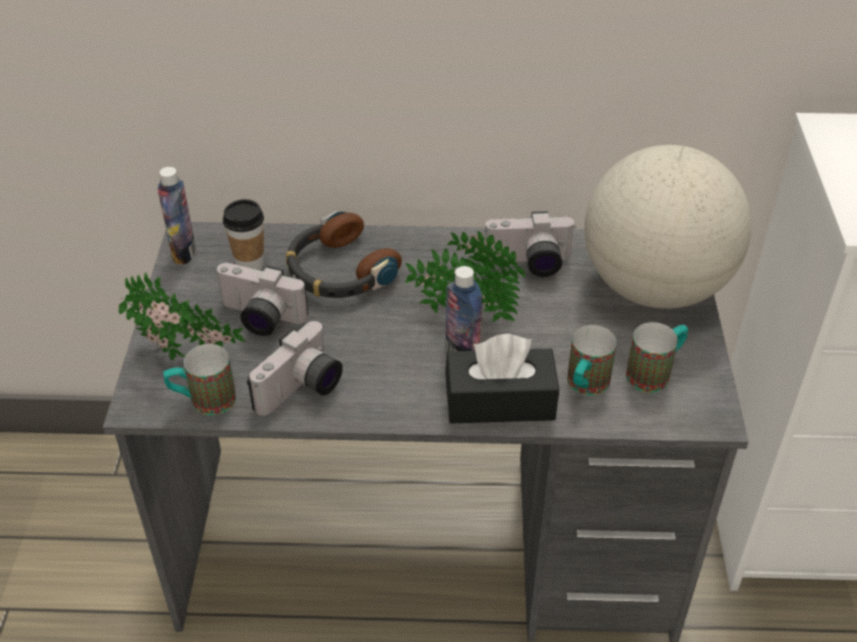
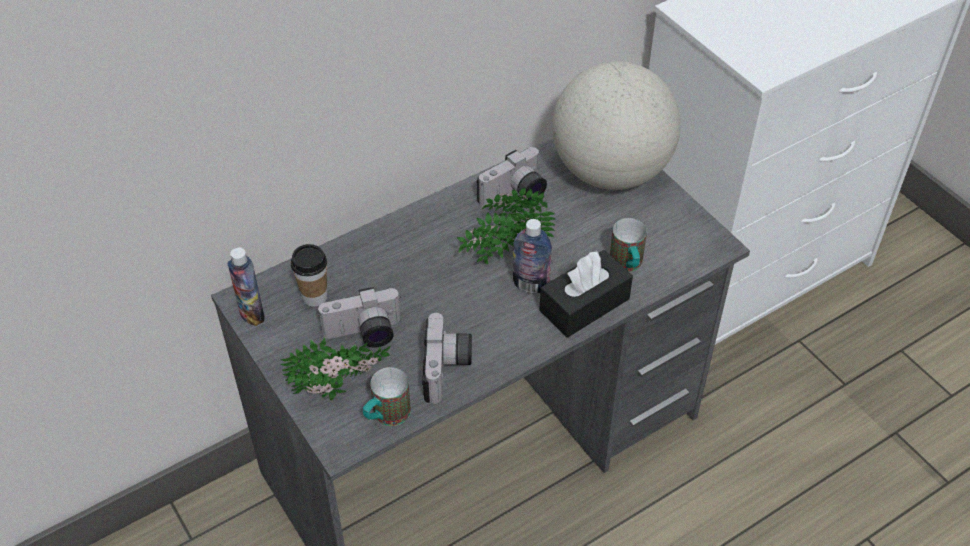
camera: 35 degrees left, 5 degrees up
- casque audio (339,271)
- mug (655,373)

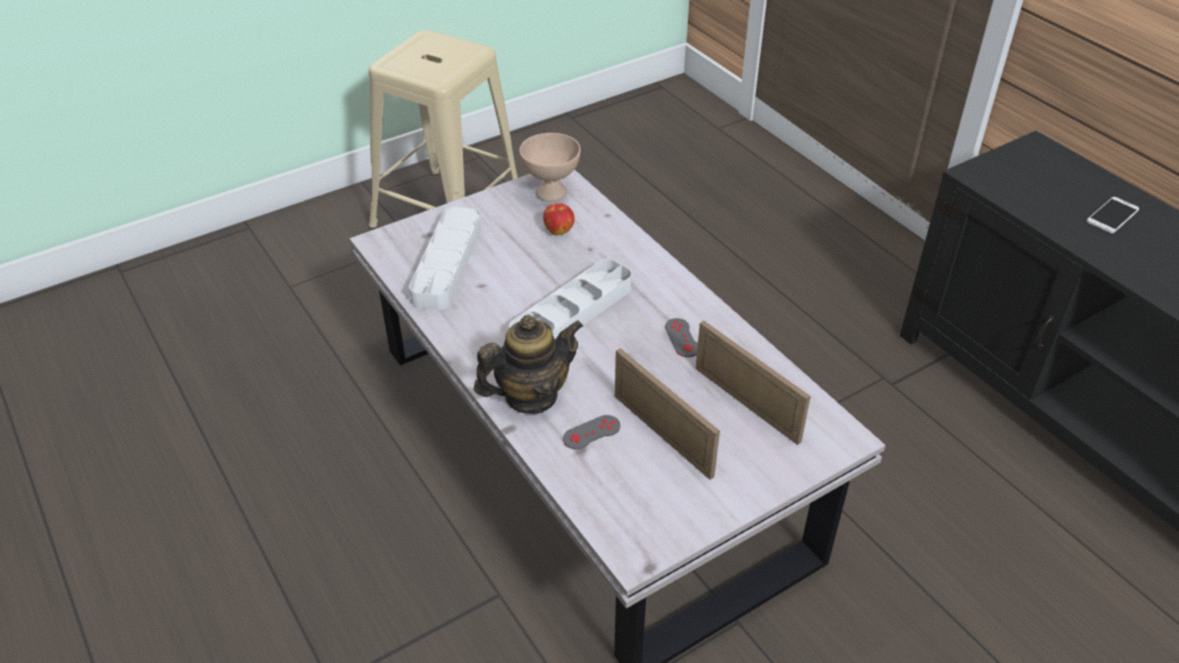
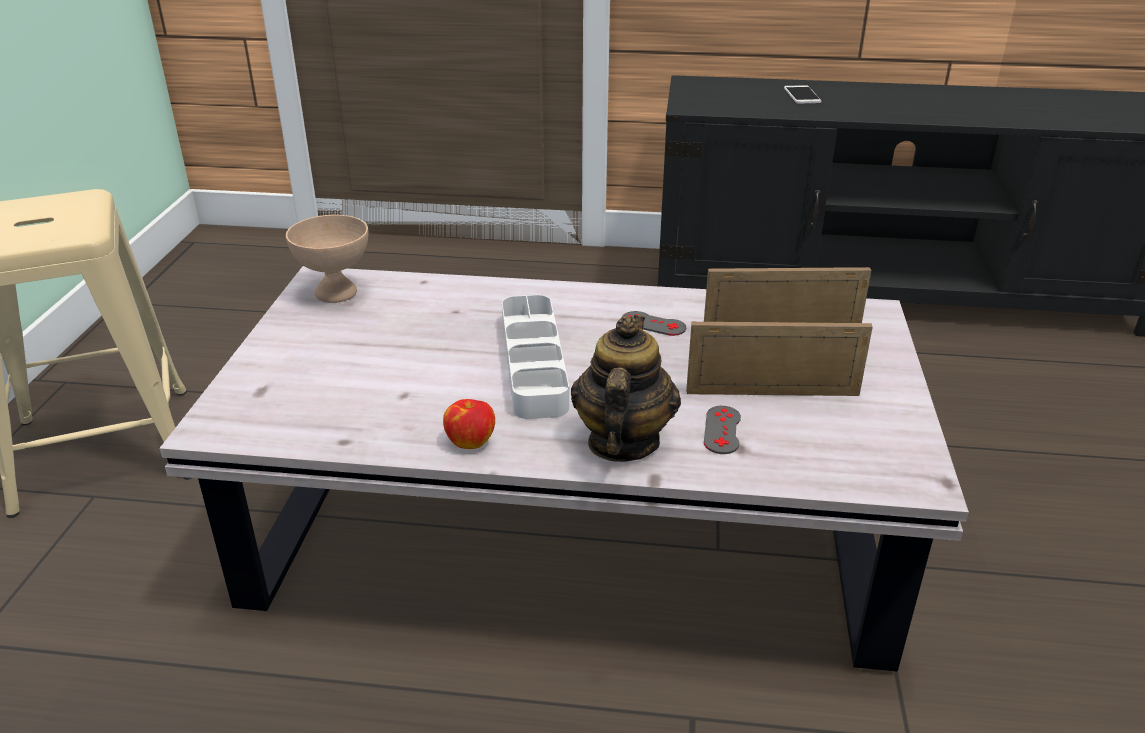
camera: 50 degrees left, 10 degrees down
- plateau [blanc] (447,263)
~ pomme (559,230) to (470,441)

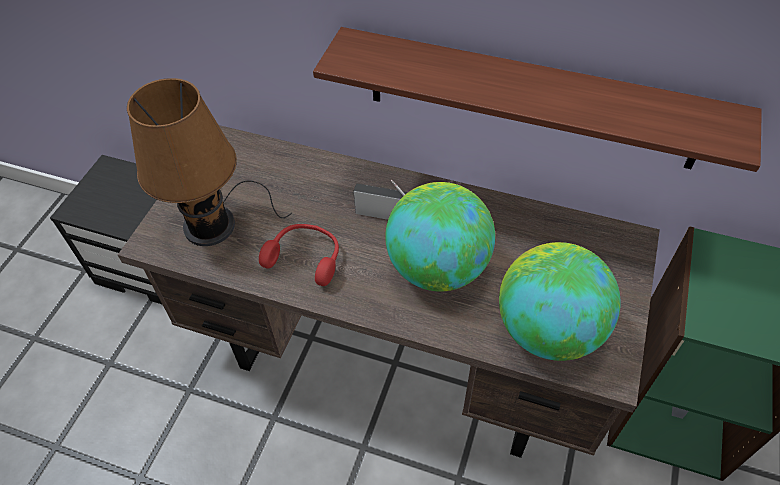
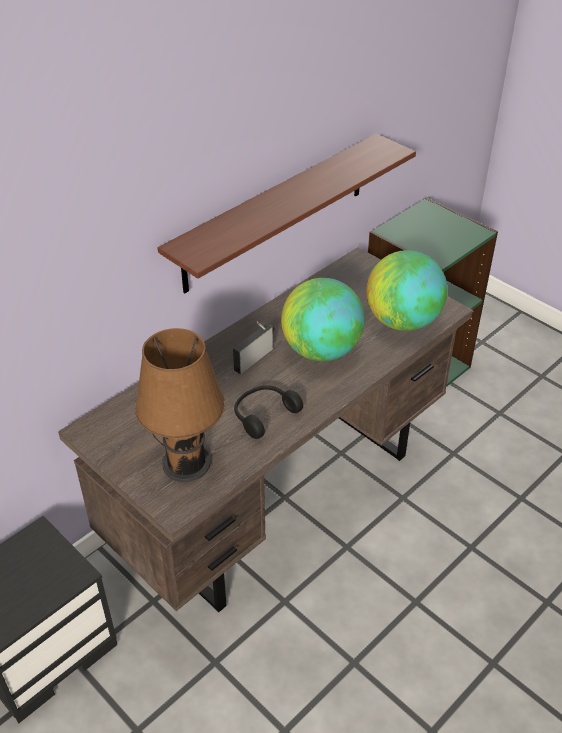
camera: 65 degrees left, 10 degrees down
~ casque audio [rouge] (305,258) to casque audio [noir] (263,414)

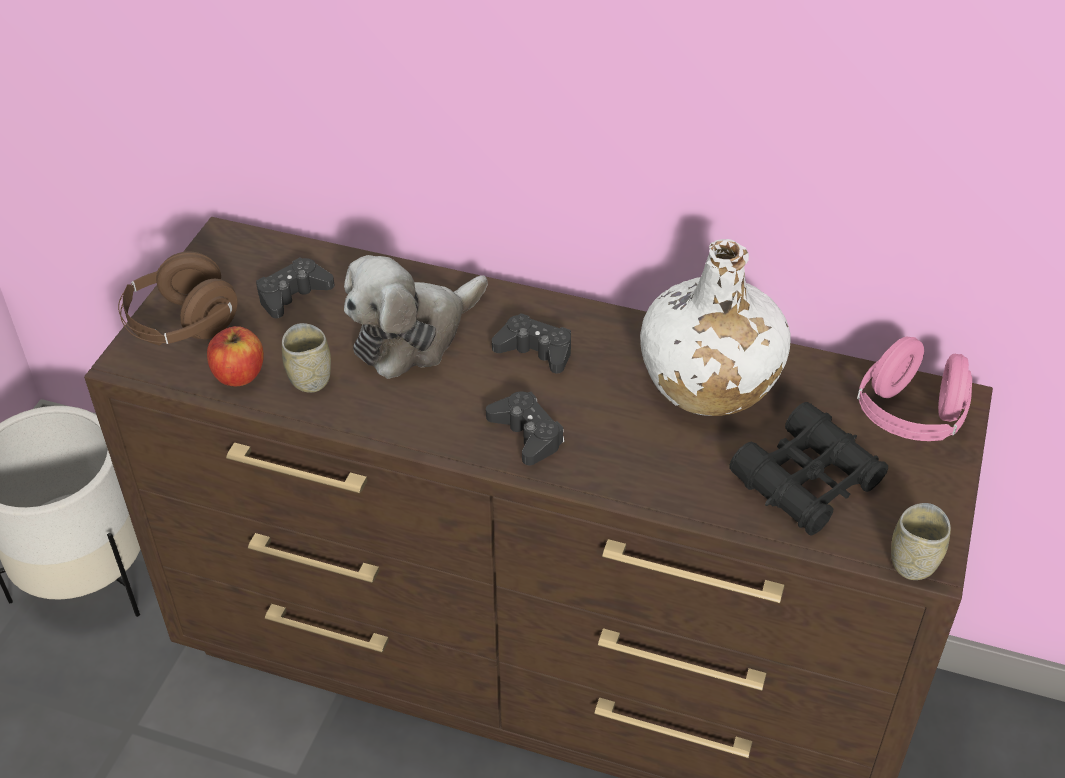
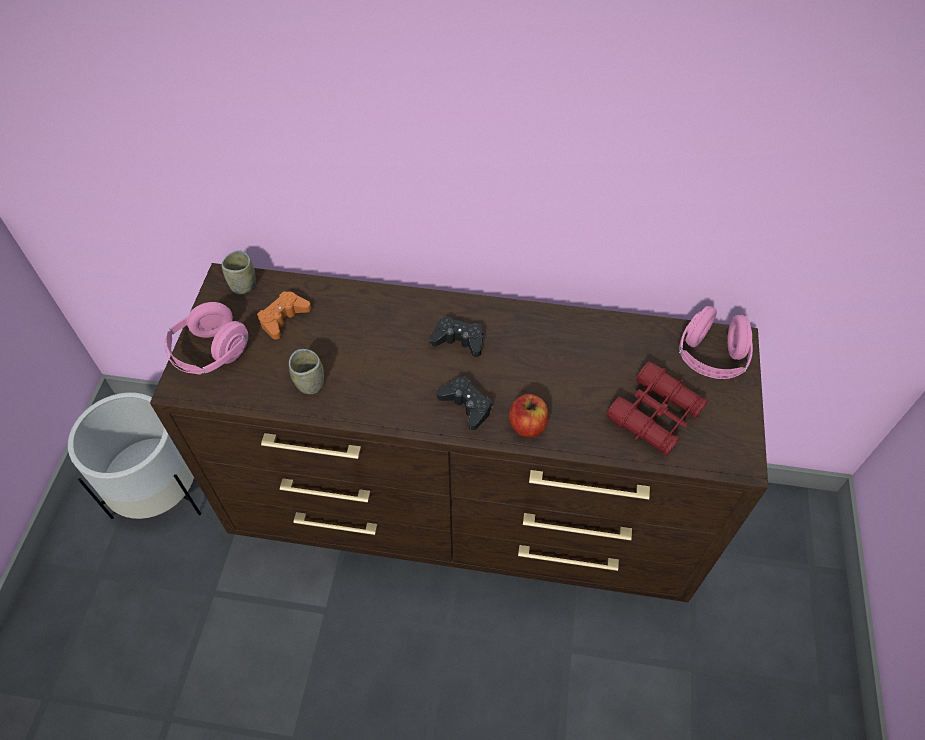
camera: 10 degrees left, 10 degrees up
~ casque audio [marron] (182,326) to casque audio [rose] (210,353)
~ pomme (239,374) to (527,425)
~ manette [noir] (293,295) to manette [orange] (283,318)
- peluche (413,335)
- bouteille [blanc] (708,380)
~ jumelles [noir] (807,481) to jumelles [rouge] (655,415)
~ tasse (913,562) to (243,285)

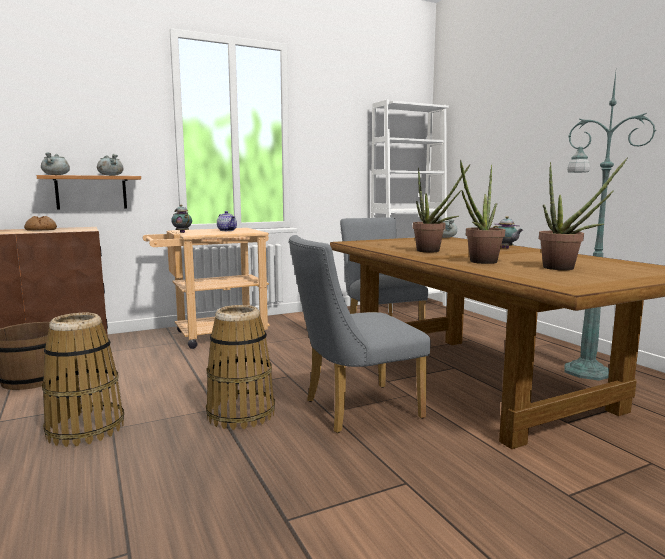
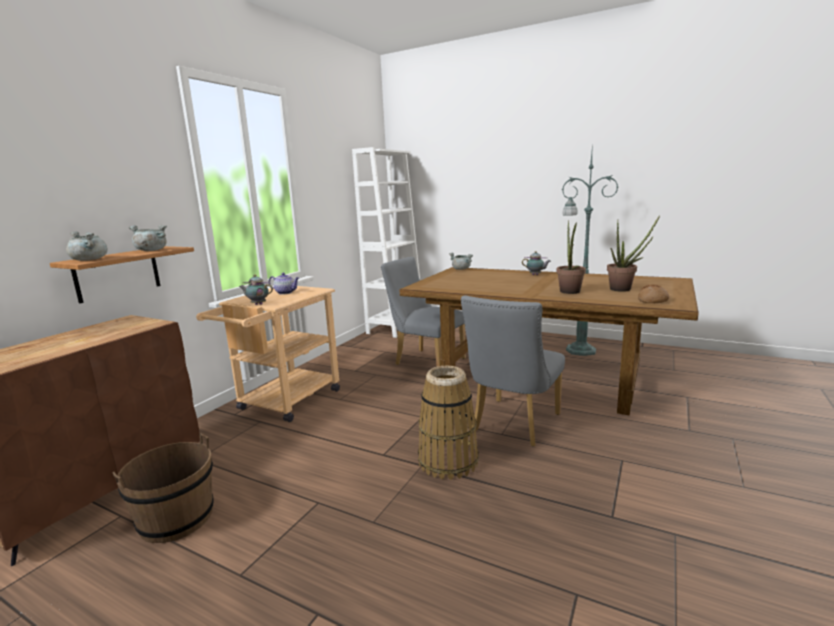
camera: 35 degrees left, 5 degrees up
~ pain (41,230) to (653,300)
- panier (86,428)
- plante en pot (433,251)

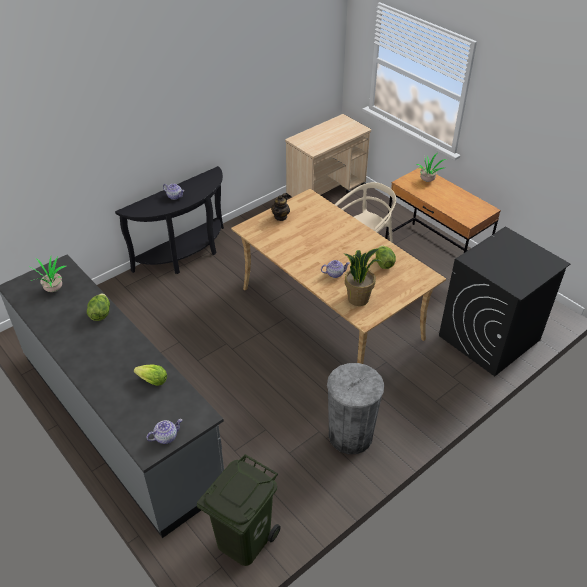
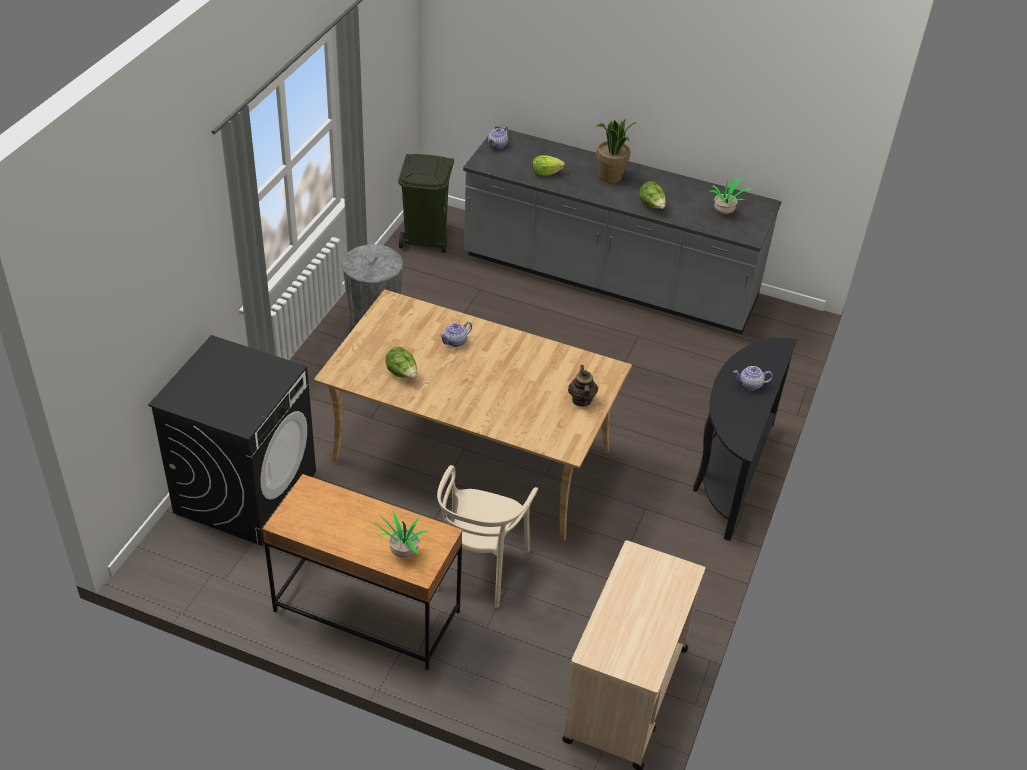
camera: 150 degrees right, 0 degrees up
~ plante en pot (358,298) to (610,177)

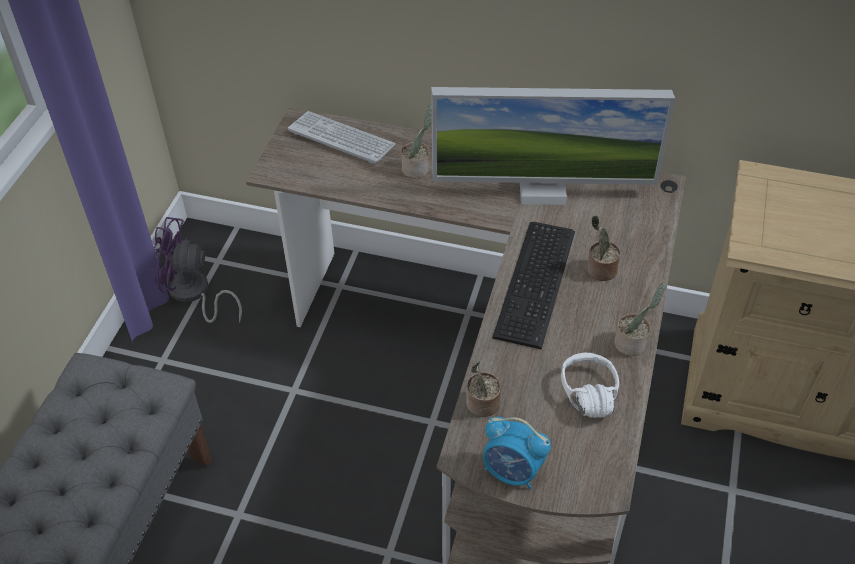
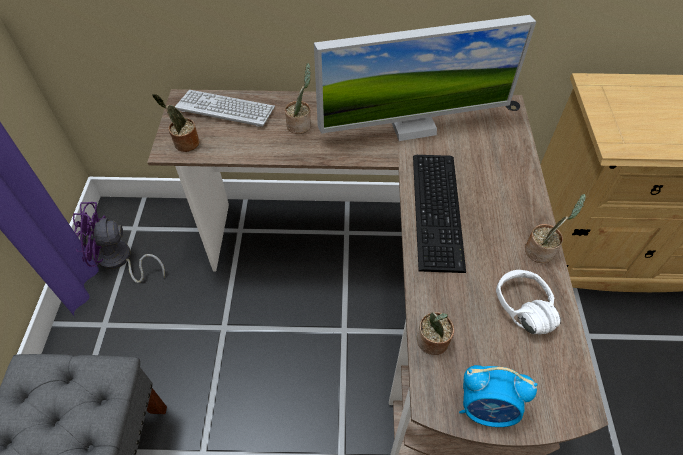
camera: 15 degrees left, 5 degrees up
~ plante en pot (599,270) to (185,143)

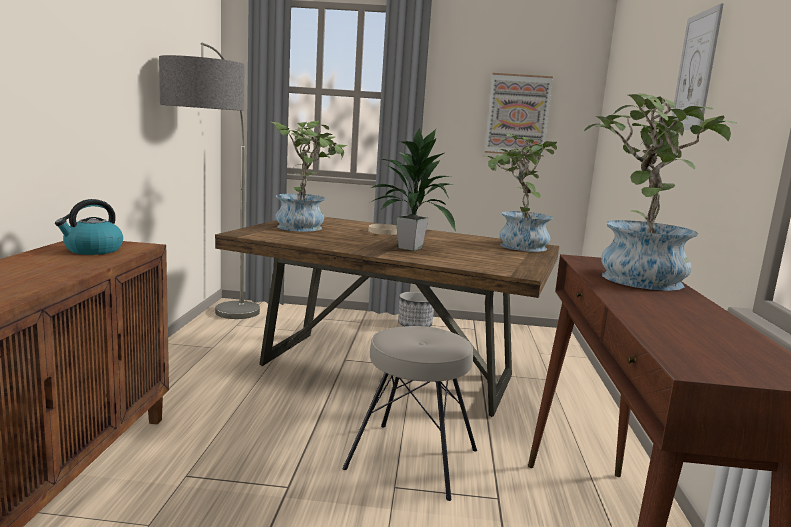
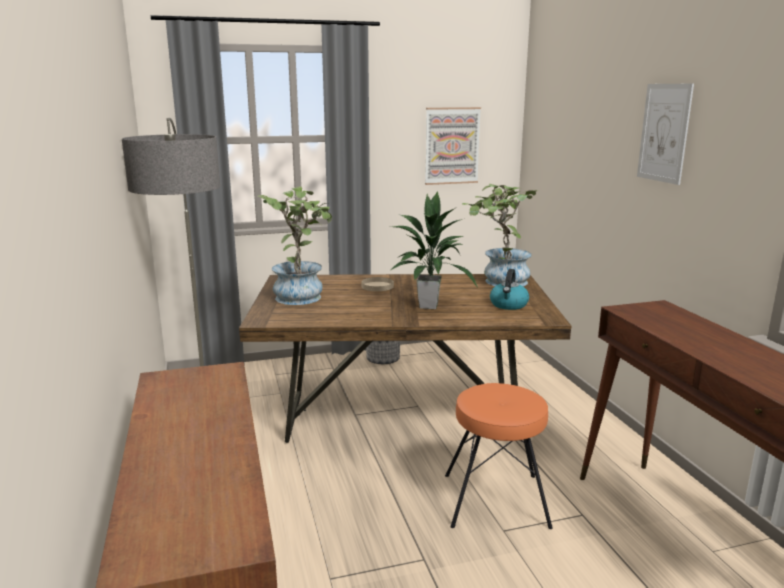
camera: 20 degrees left, 5 degrees up
~ bouilloire (93,250) to (509,305)
~ tabouret [beige] (412,460) to tabouret [orange] (495,501)
- plante en pot (636,276)

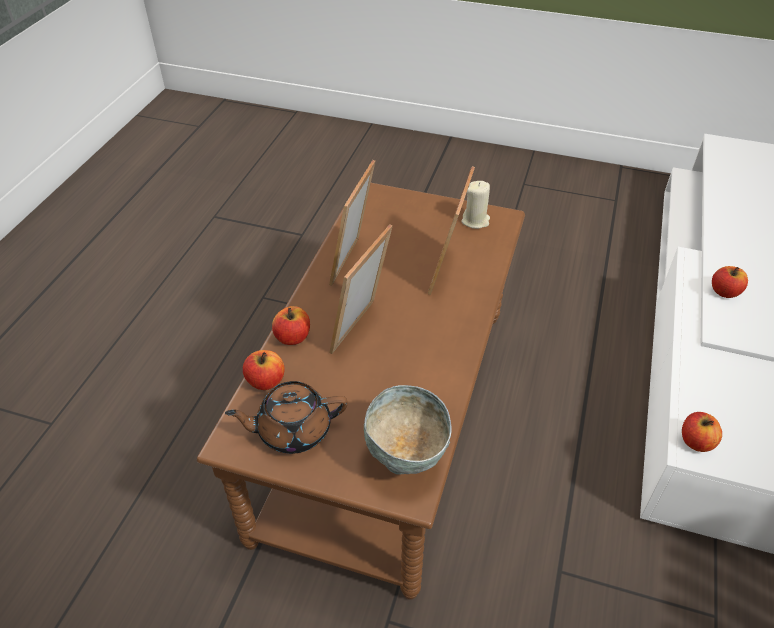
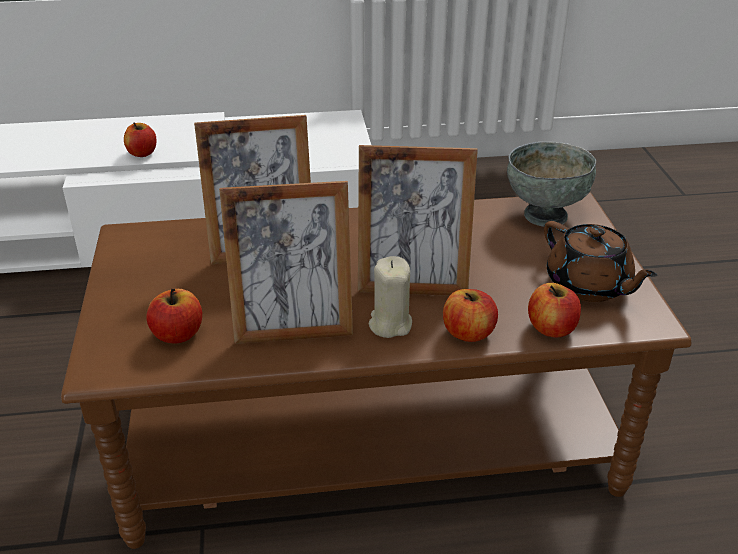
camera: 115 degrees left, 10 degrees down
~ bougie [beige] (475,221) to (390,324)
~ pomme (696,441) to (178,334)

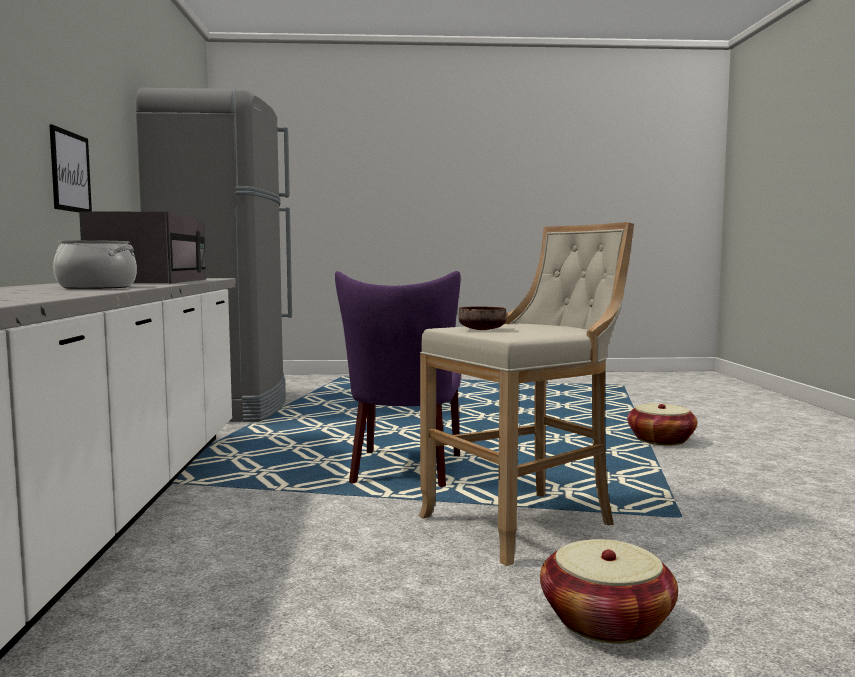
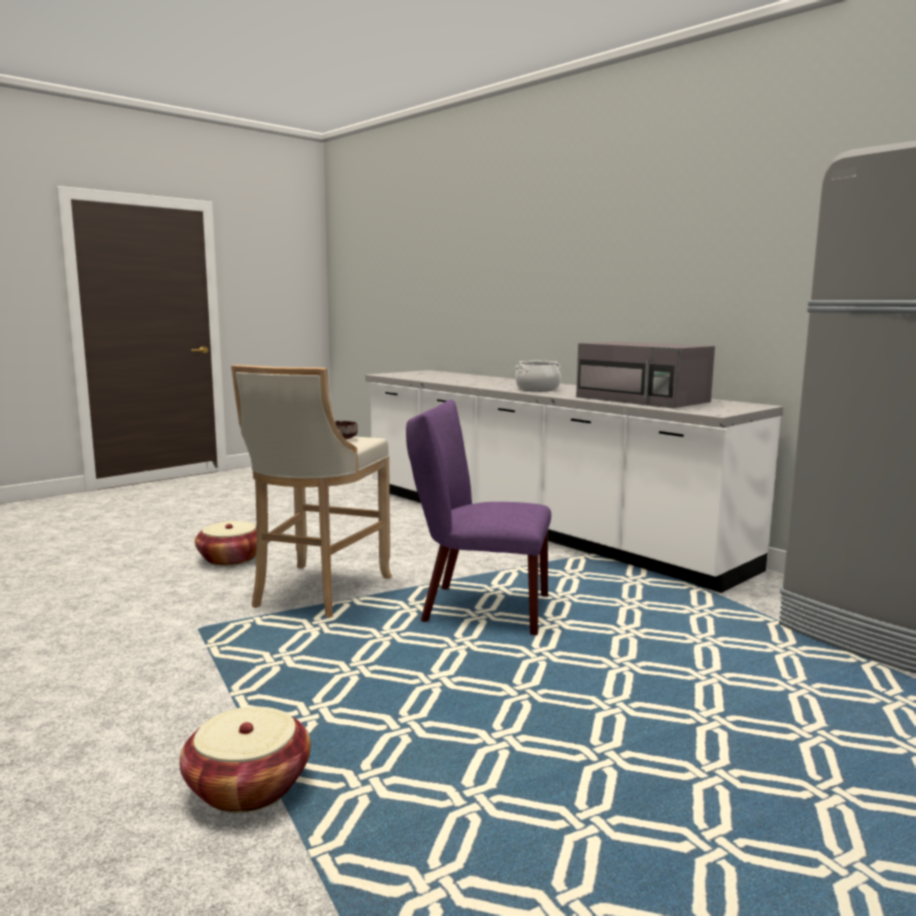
camera: 140 degrees right, 5 degrees up
- tableau (70,172)
~ chaise [violet] (404,471) = (477,608) 45 degrees counterclockwise

